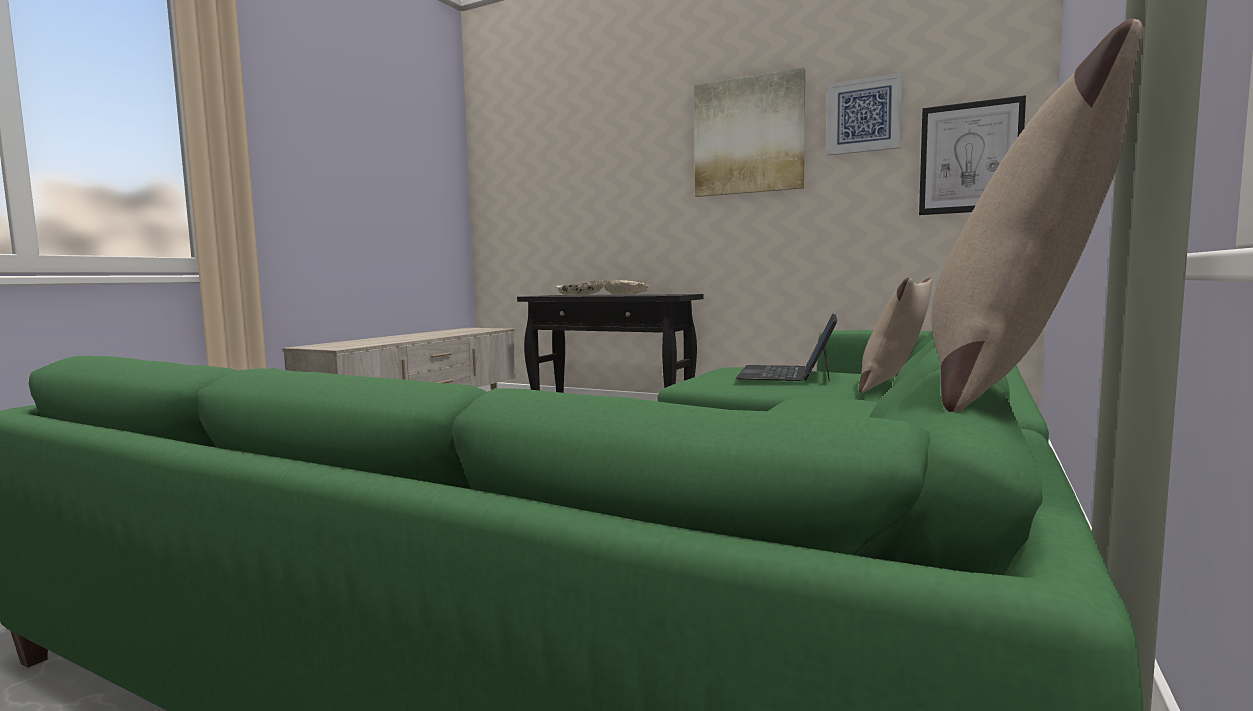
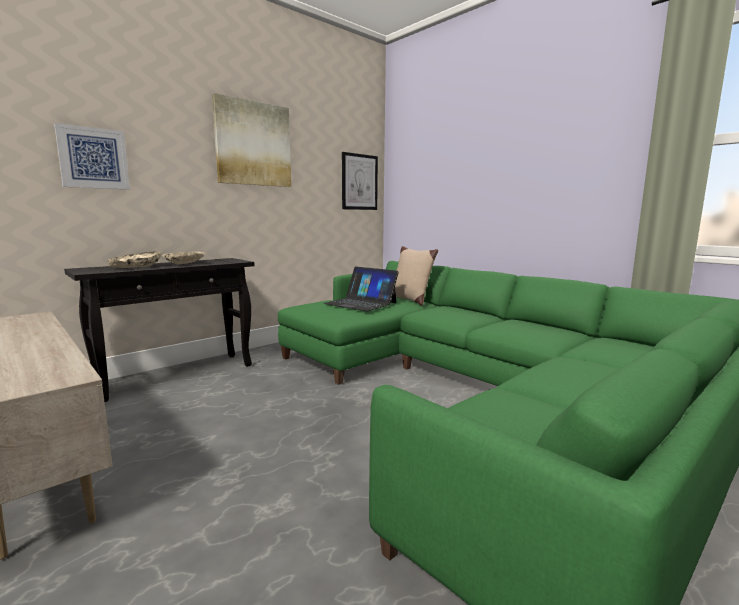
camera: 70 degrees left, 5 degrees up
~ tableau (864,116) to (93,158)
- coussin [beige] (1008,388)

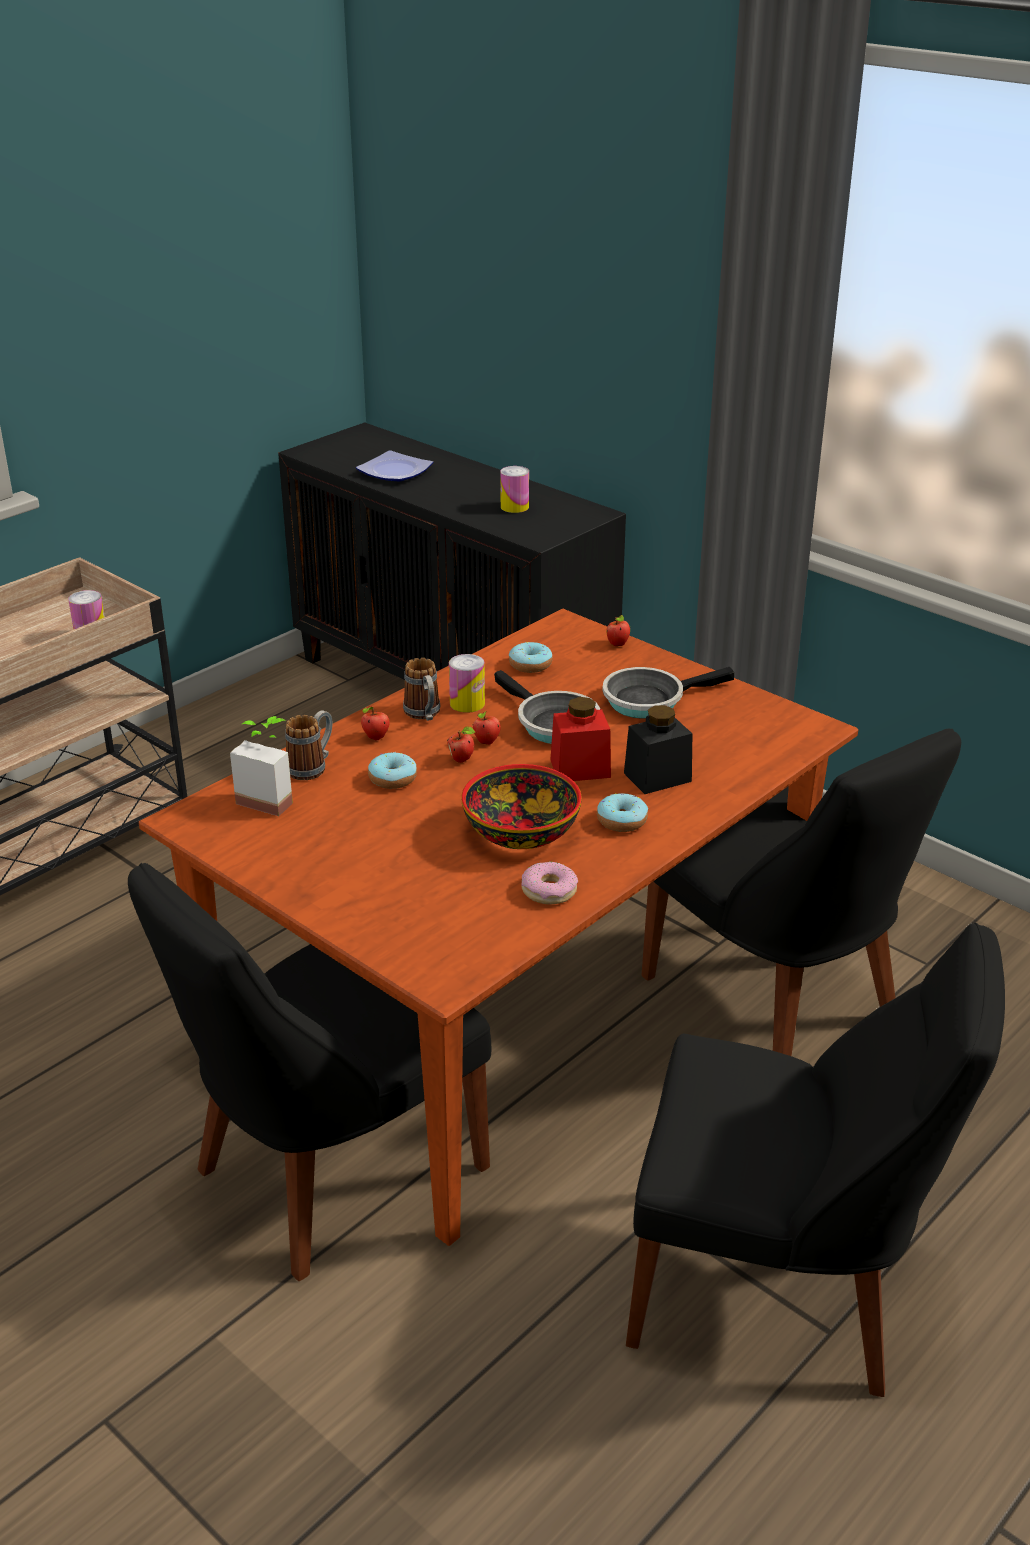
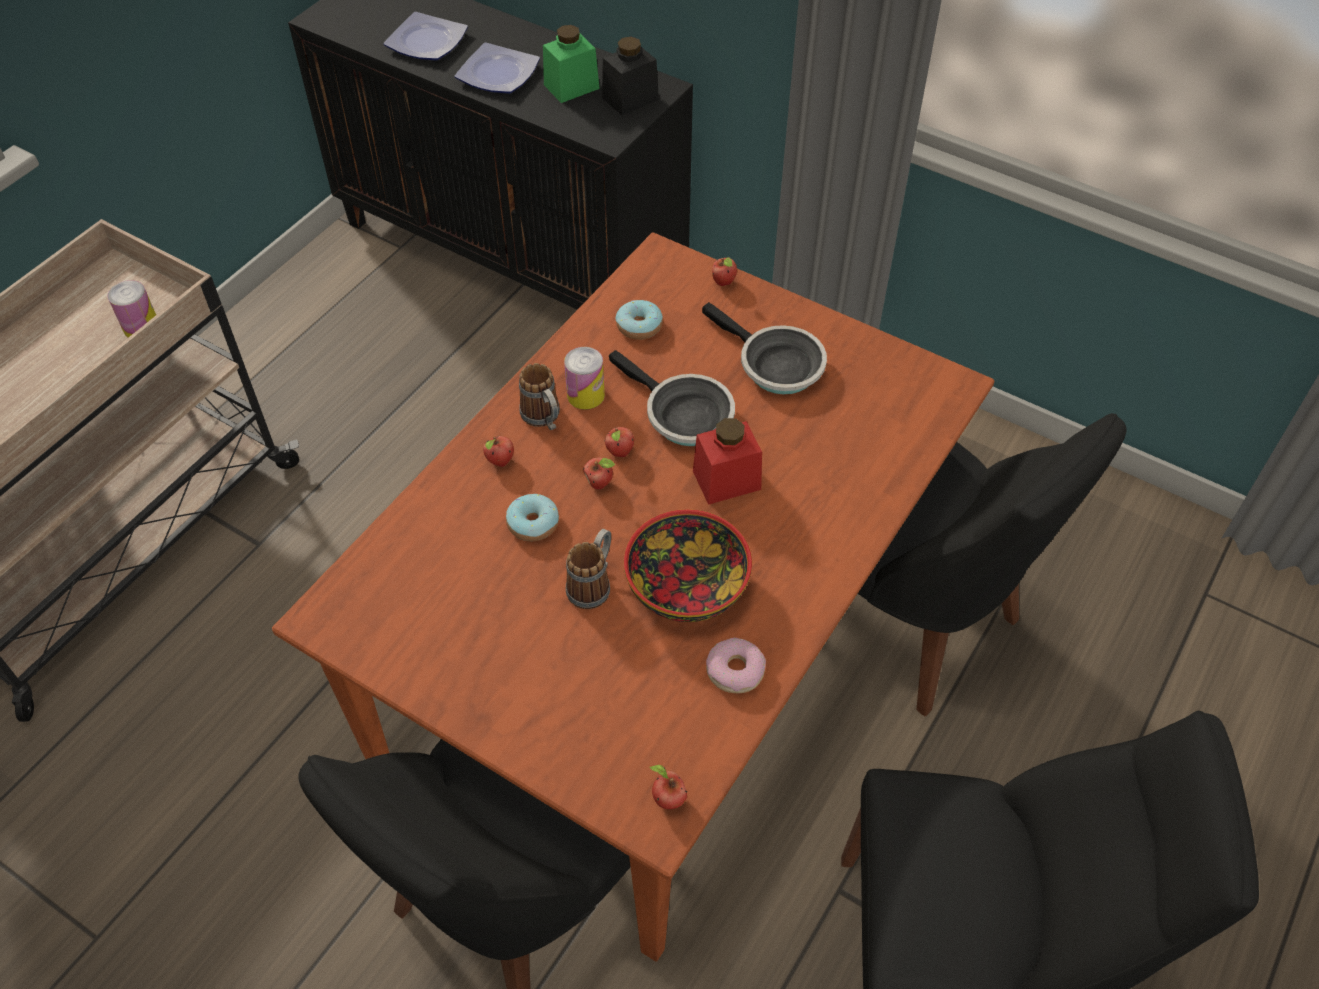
camera: 10 degrees left, 20 degrees up
- plante en pot (270,798)
~ mug (312,766) to (593,584)
~ boîte métallique (514,507) to bocal [vert] (571,86)
- beignet (622,821)
~ poêle (649,700) = (775,365) 105 degrees counterclockwise
~ bocal [noir] (657,777) to (630,99)
+ assiette (498,75)
+ pomme (667,799)

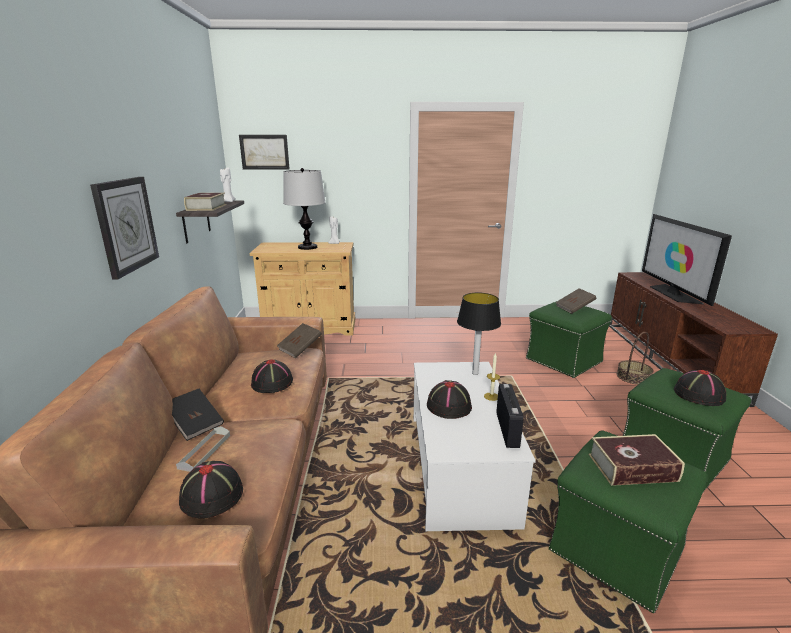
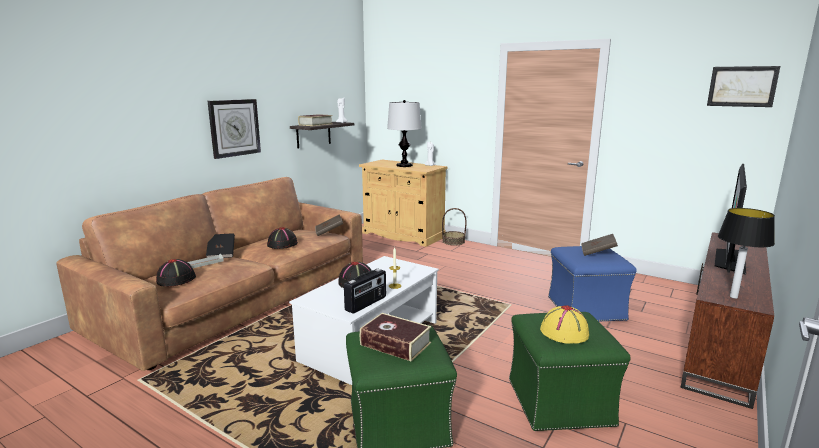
camera: 35 degrees right, 5 degrees down
~ tableau (264,152) to (742,86)
~ lampe de table (475,373) to (733,296)
~ pouf [vert] (563,360) to pouf [bleu] (585,308)
~ panier (633,377) to (453,242)
~ chapeau [noir] (699,395) to chapeau [jaune] (565,332)

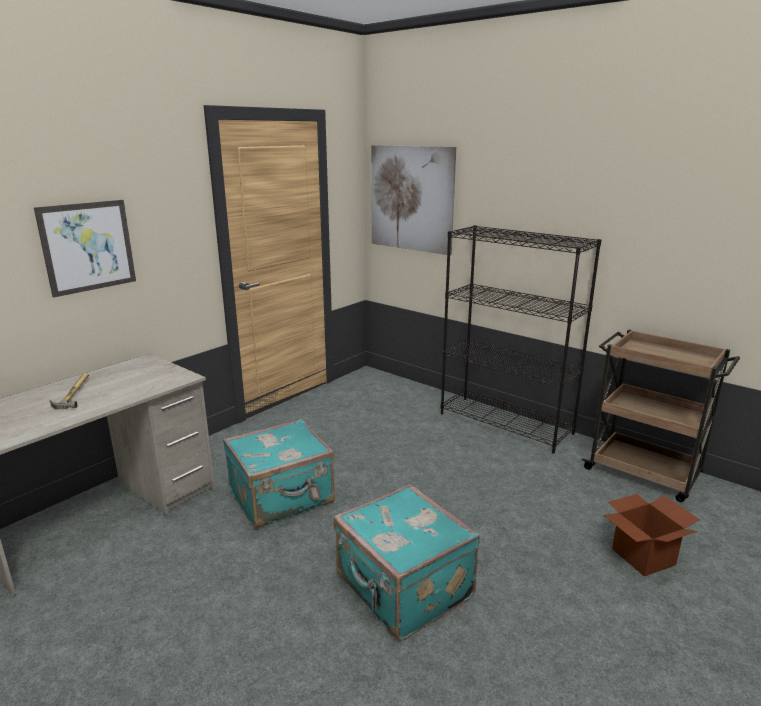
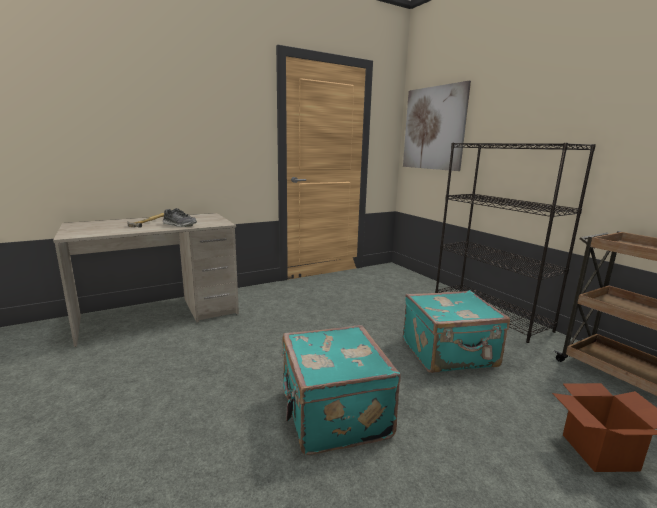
camera: 20 degrees right, 5 degrees down
- tableau (88,247)
~ valise [turquoise] (282,498) to (449,354)
+ chaussure (179,225)

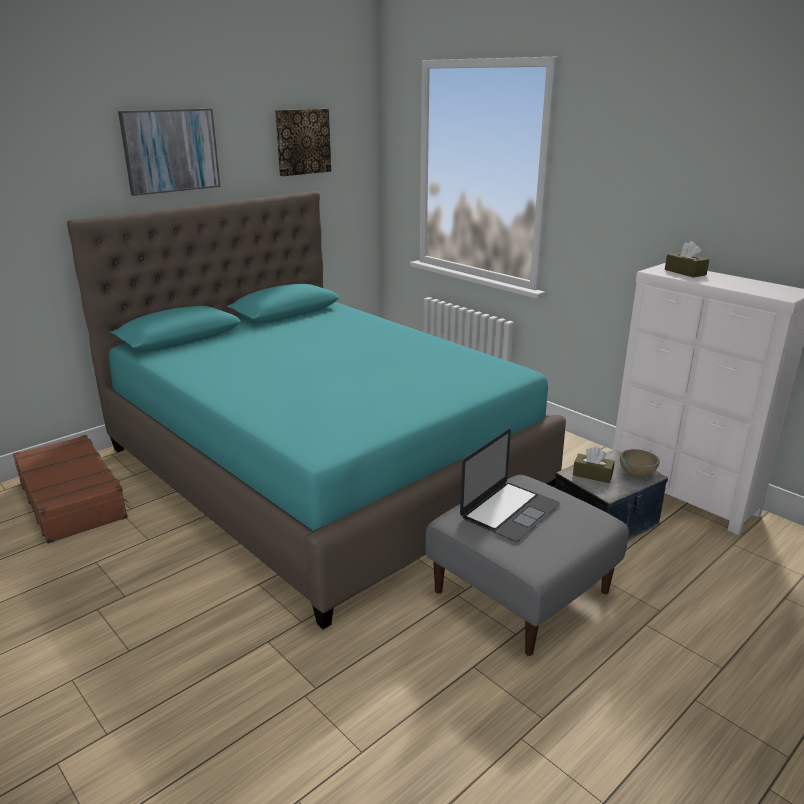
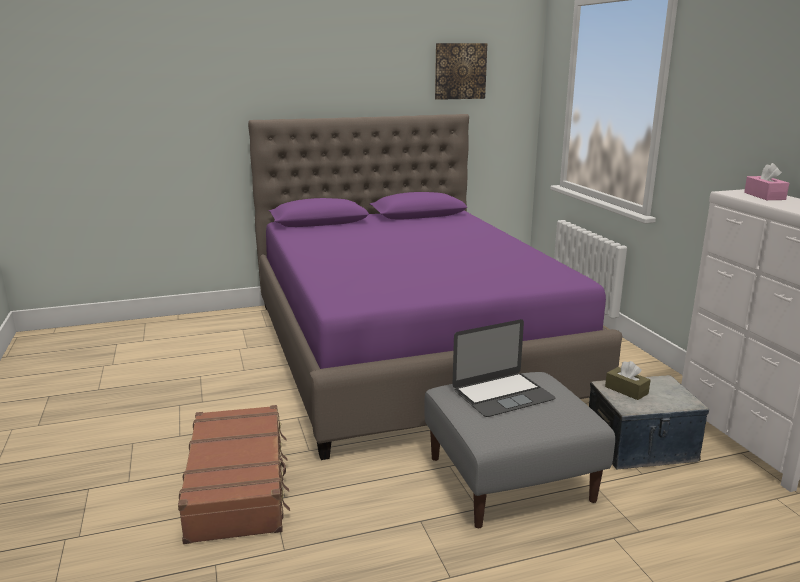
camera: 25 degrees right, 5 degrees down
~ valise [marron] (73,499) to (238,485)
~ lit [turquoise] (322,469) to lit [violet] (408,349)
- tableau (170,151)
- bol [beige] (636,474)
~ boîte à mouchoirs [marron] (685,272) to boîte à mouchoirs [rose] (764,196)

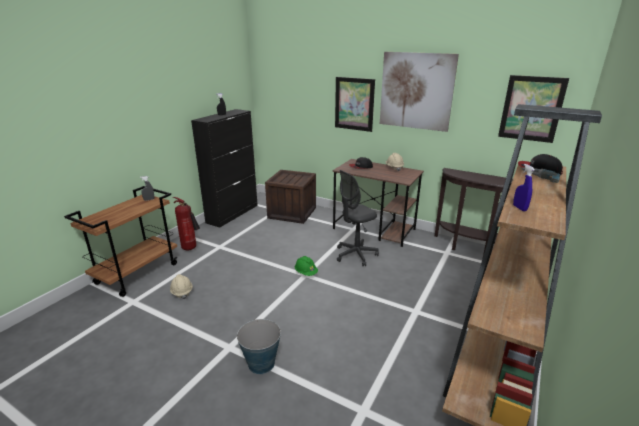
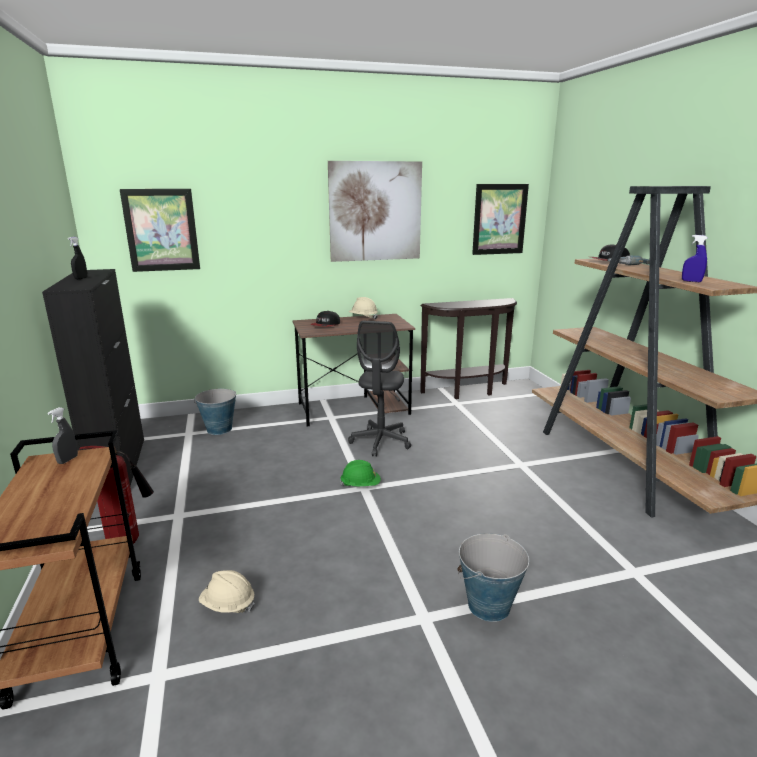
camera: 45 degrees left, 5 degrees down
~ caisse (292,213) to seau (219,429)
~ tableau (354,104) to (161,230)

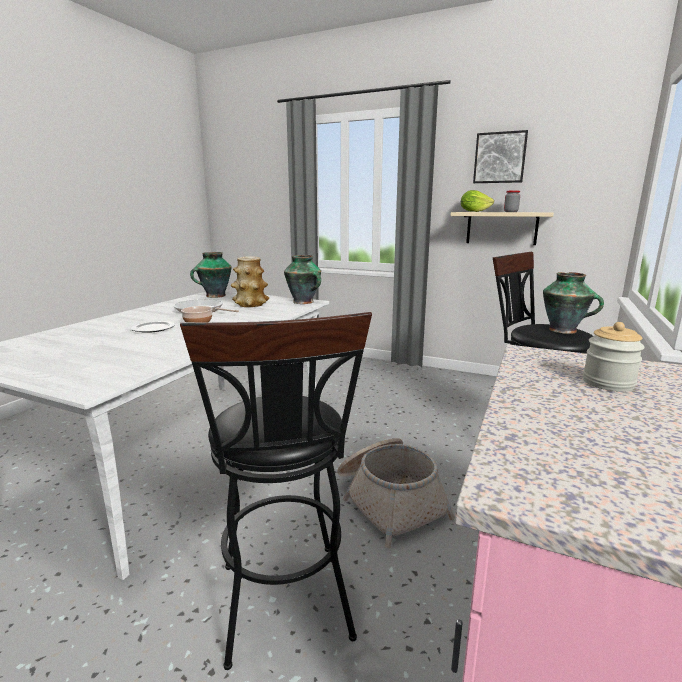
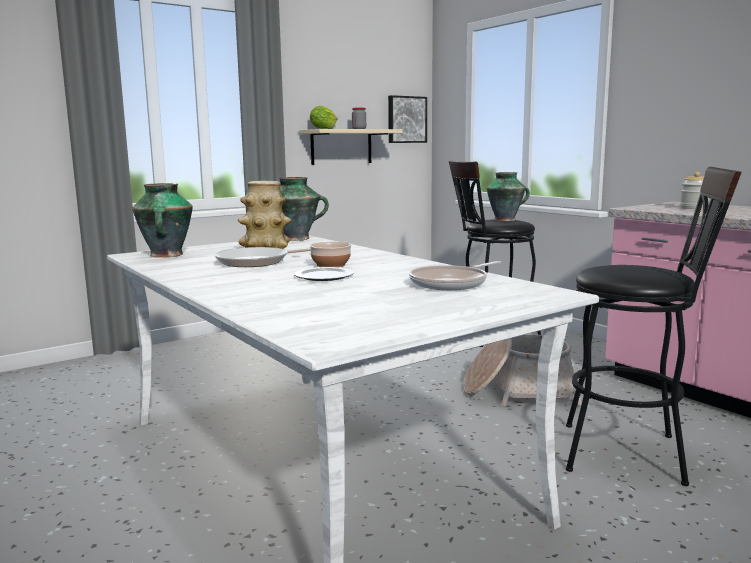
camera: 60 degrees left, 5 degrees down
~ tableau (500,158) to (406,119)
+ poêle (452,283)

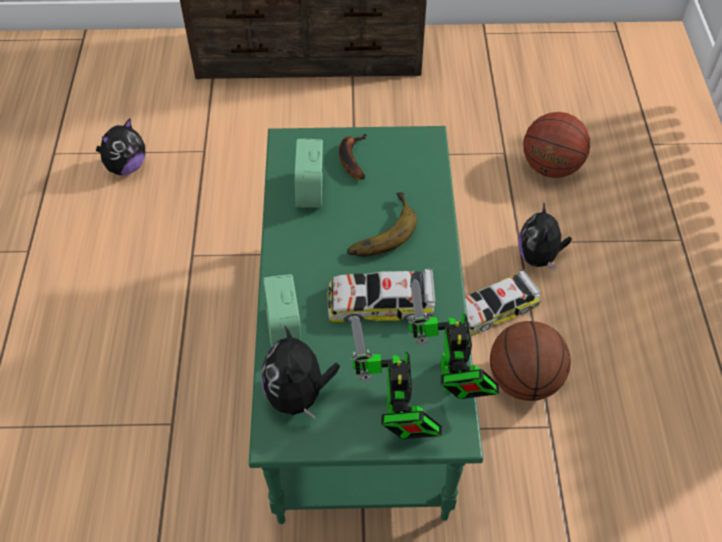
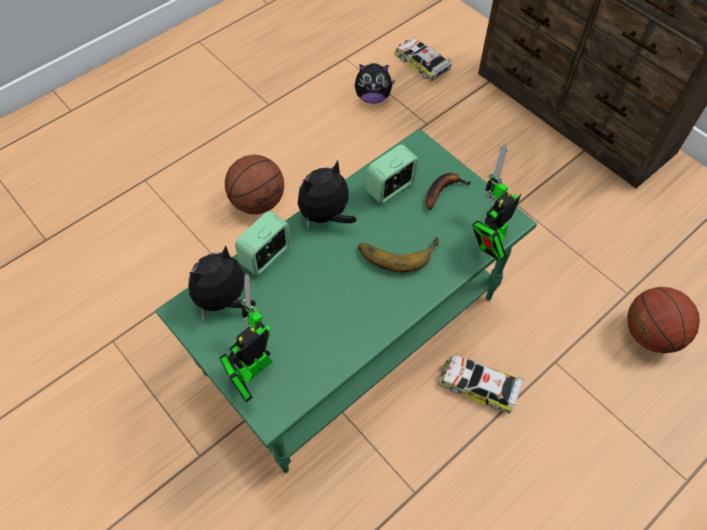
camera: 50 degrees right, 5 degrees up
~ petite voiture (380,303) to (421,63)
~ robot jouet (451,382) to (489,241)
~ ballon de basket (523,379) to (258,201)
~ peluche (539,257) to (326,216)

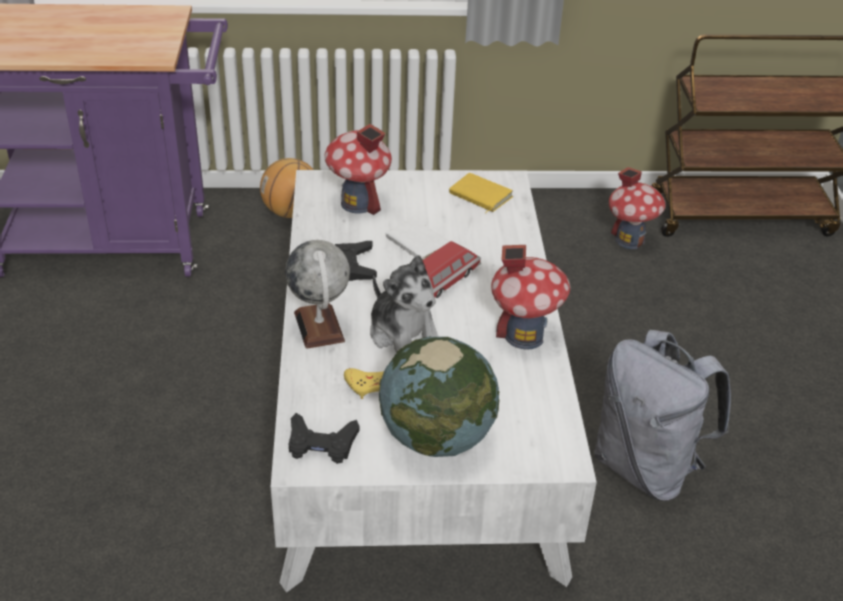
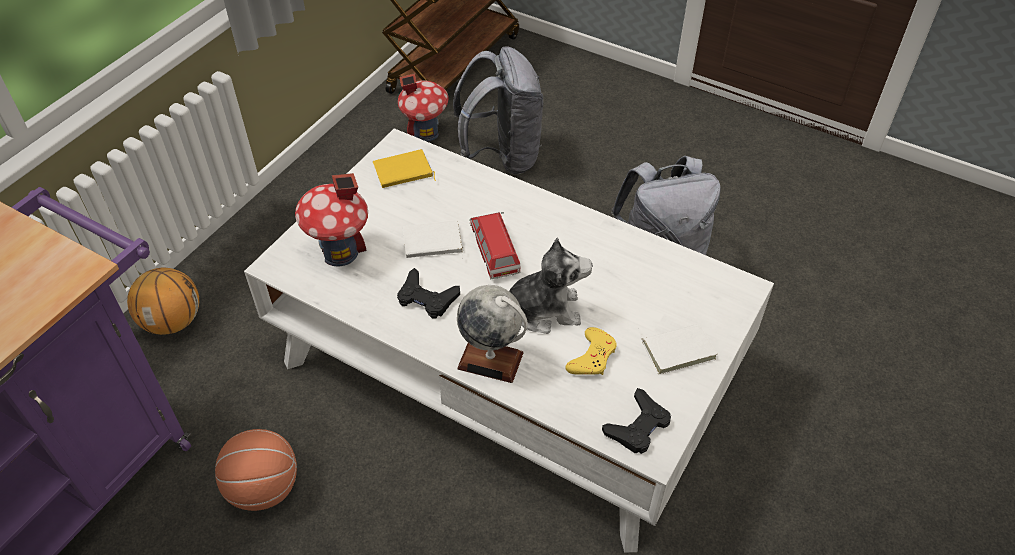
camera: 55 degrees left, 10 degrees up
~ globe (437,438) to livre [blanc] (677,349)
- maison miniature (524,335)
+ ballon de basket (263,488)
+ sac à dos [gris] (502,156)

